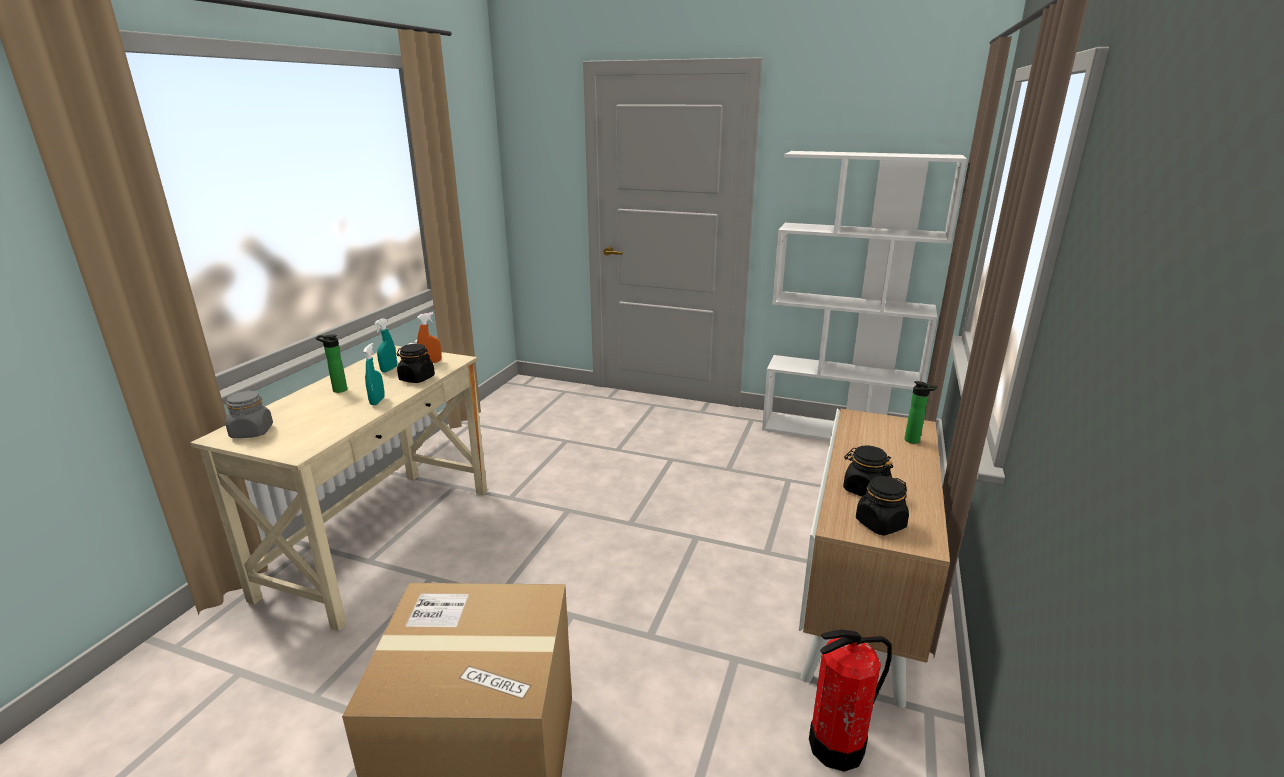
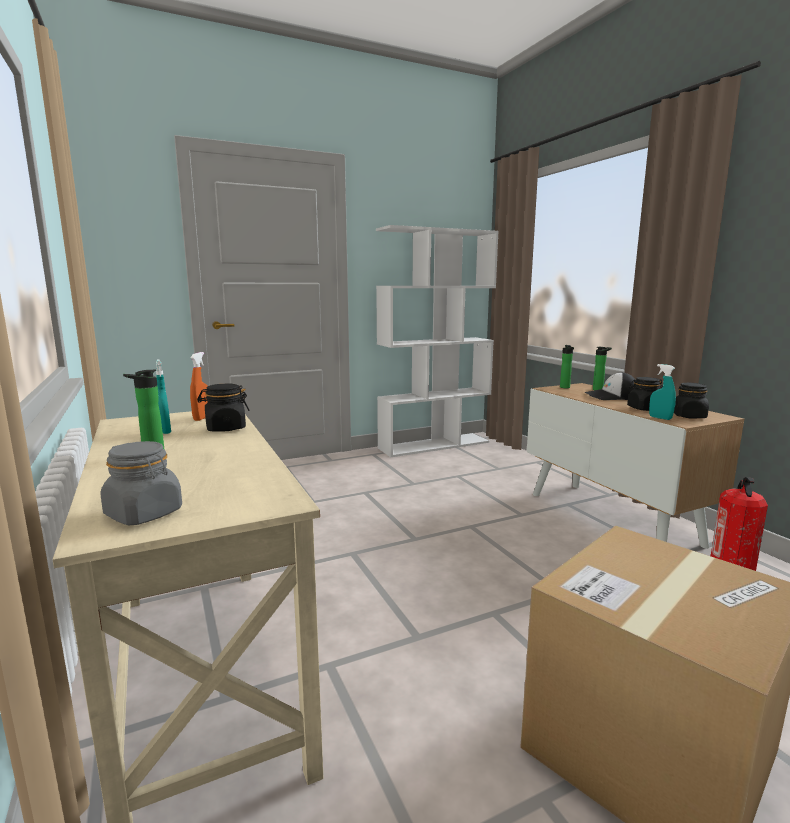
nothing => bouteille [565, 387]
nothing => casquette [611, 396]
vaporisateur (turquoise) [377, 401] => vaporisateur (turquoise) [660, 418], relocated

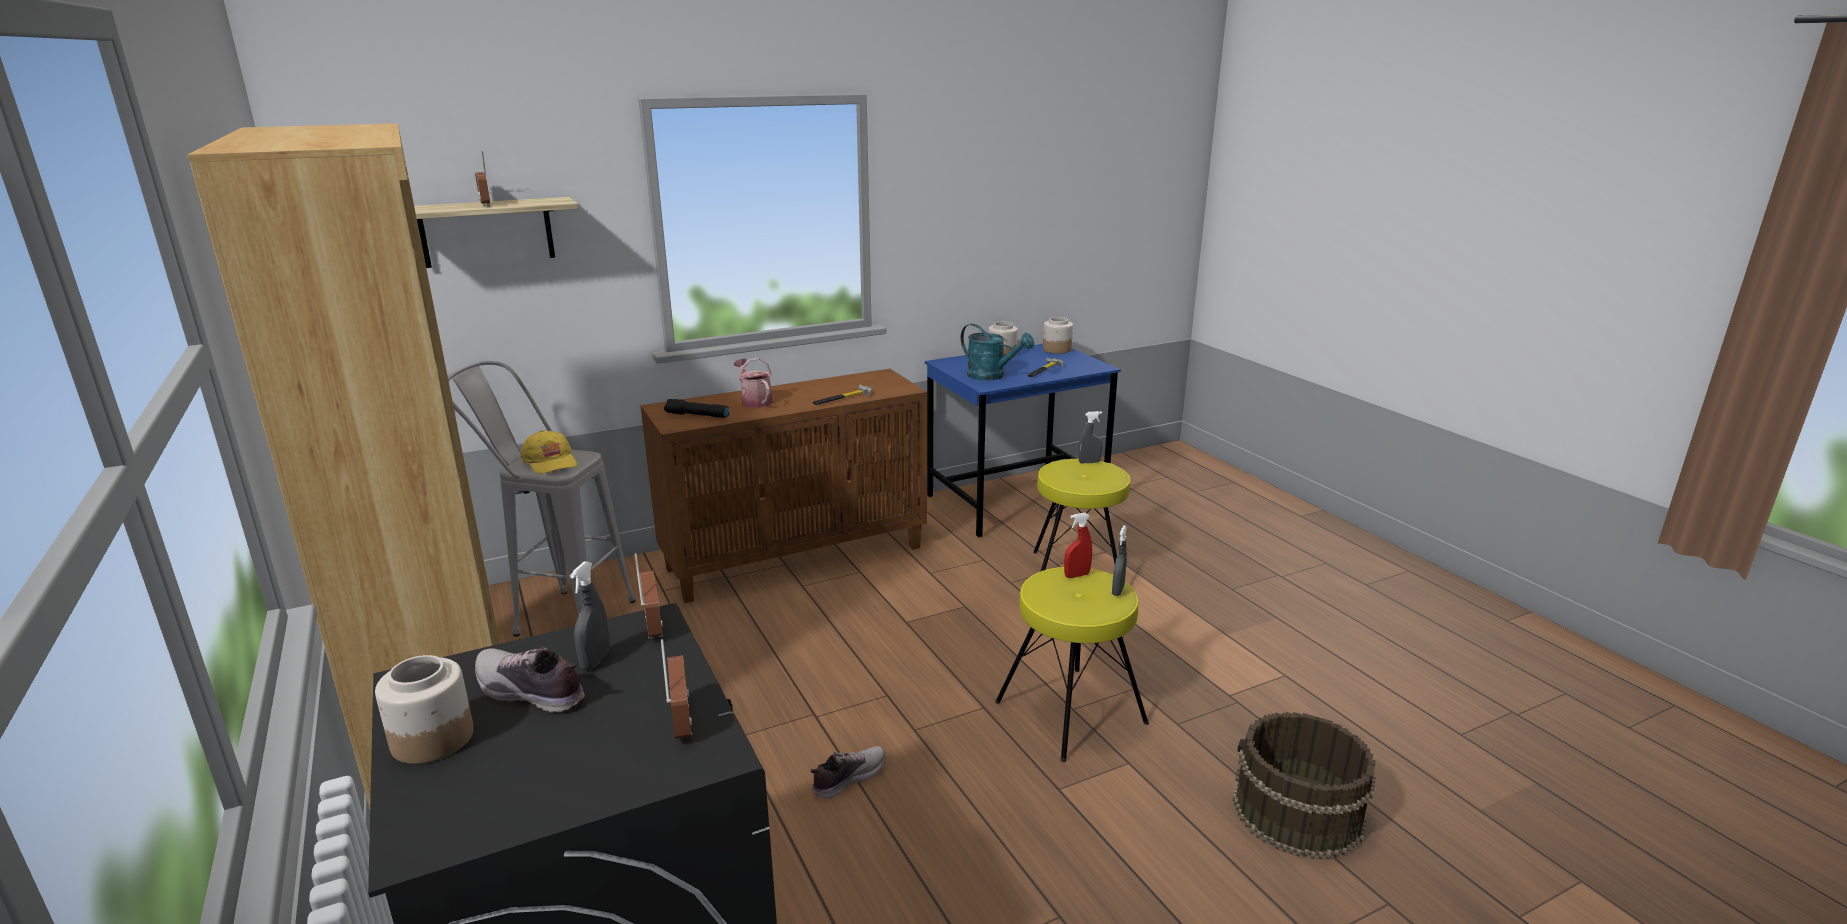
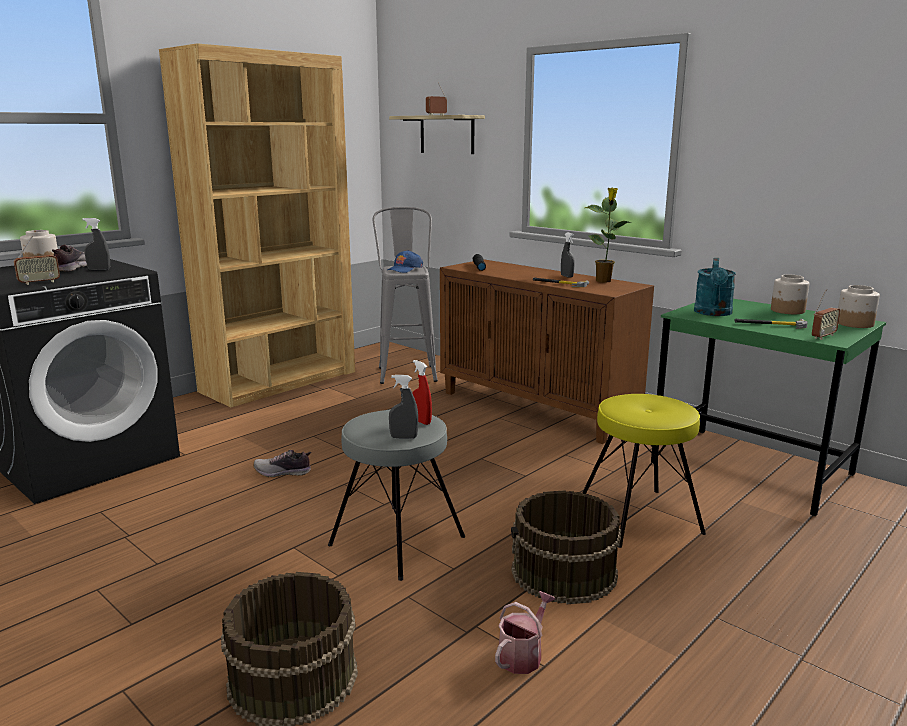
chaussure [847, 778] => chaussure [283, 472], 150 degrees clockwise
tabouret (jaune) [1070, 711] => tabouret (gris) [398, 540]
casquette (jaune) [550, 462] => casquette (bleu) [404, 269]
arrosoir [754, 401] => arrosoir [523, 655], relocated
nothing => seau (marron) [564, 573]
vaporisateur (gris) [1089, 462] => vaporisateur (gris) [567, 276], relocated
nothing => plante en pot [604, 281]
bureau (bleu) [1016, 501] => bureau (vert) [752, 469]
radio [652, 626] => radio [823, 336], relocated

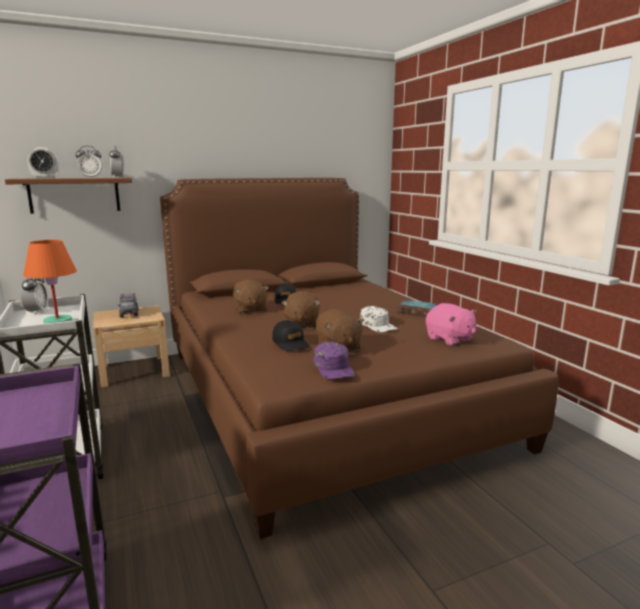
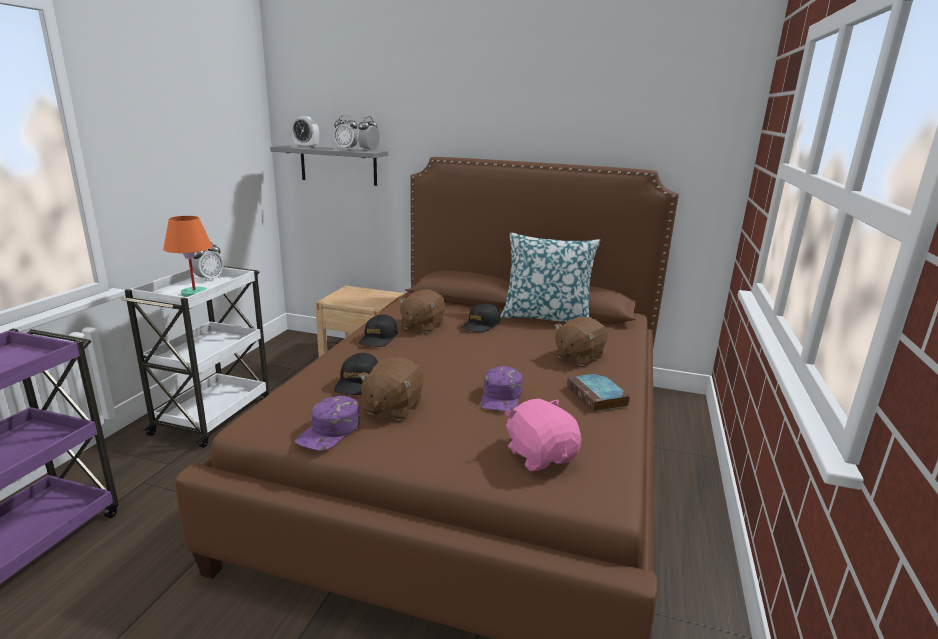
étagère (marron) [74, 195] => étagère (gris) [338, 165]
nothing => casquette (noir) [378, 338]
casquette (blanc) [378, 325] => casquette (violet) [501, 397]
nothing => coussin [546, 317]
peluche (rose) [449, 339] => peluche (rose) [540, 455], 150 degrees clockwise
peluche (marron) [301, 324] => peluche (marron) [578, 357], relocated
camion jouet [129, 314] => nothing

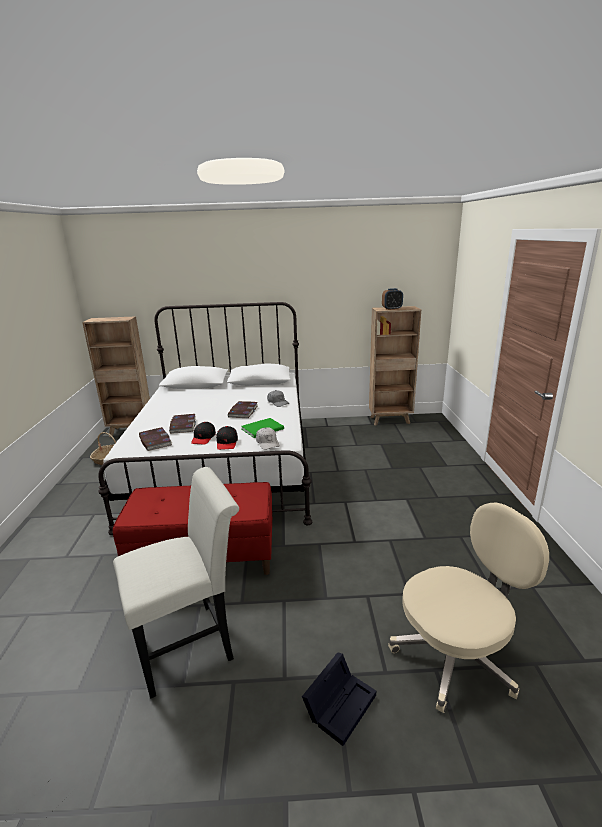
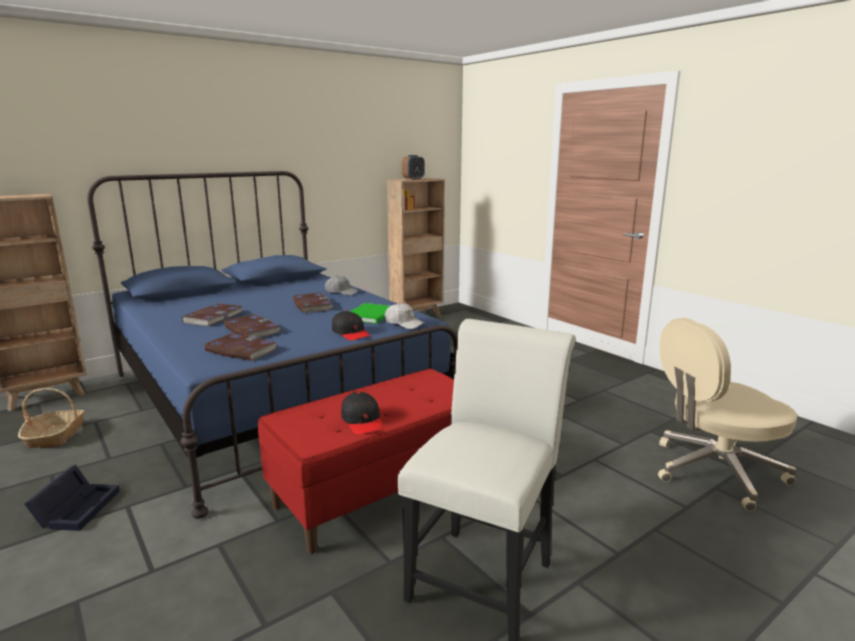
boîte de rangement (noir) [340, 703] => boîte de rangement (noir) [78, 507], relocated
lit (blanc) [226, 465] => lit (bleu) [273, 396]
nothing => livre [213, 317]
casquette (noir) [203, 438] => casquette (noir) [362, 421], relocated
chaise de bureau (beige) [456, 655] => chaise de bureau (beige) [714, 472], 135 degrees counterclockwise

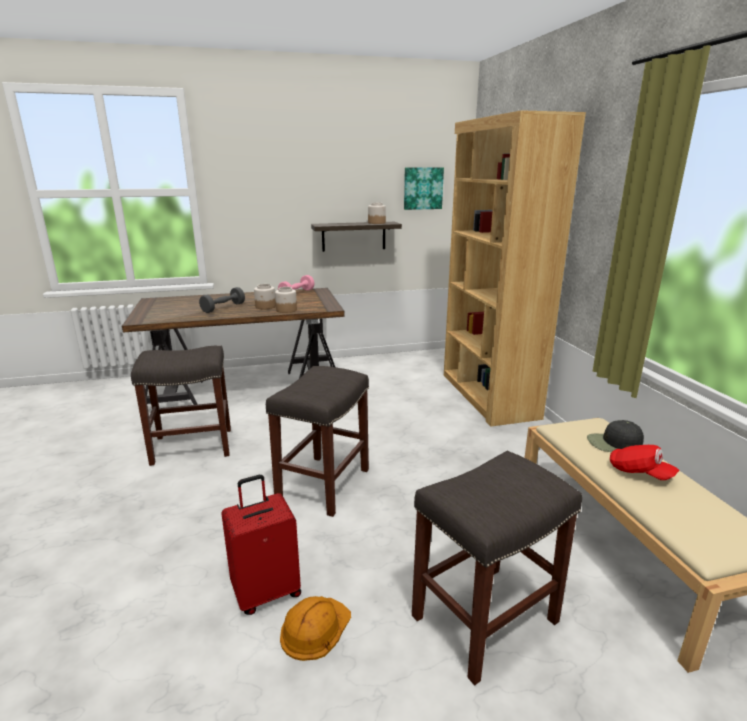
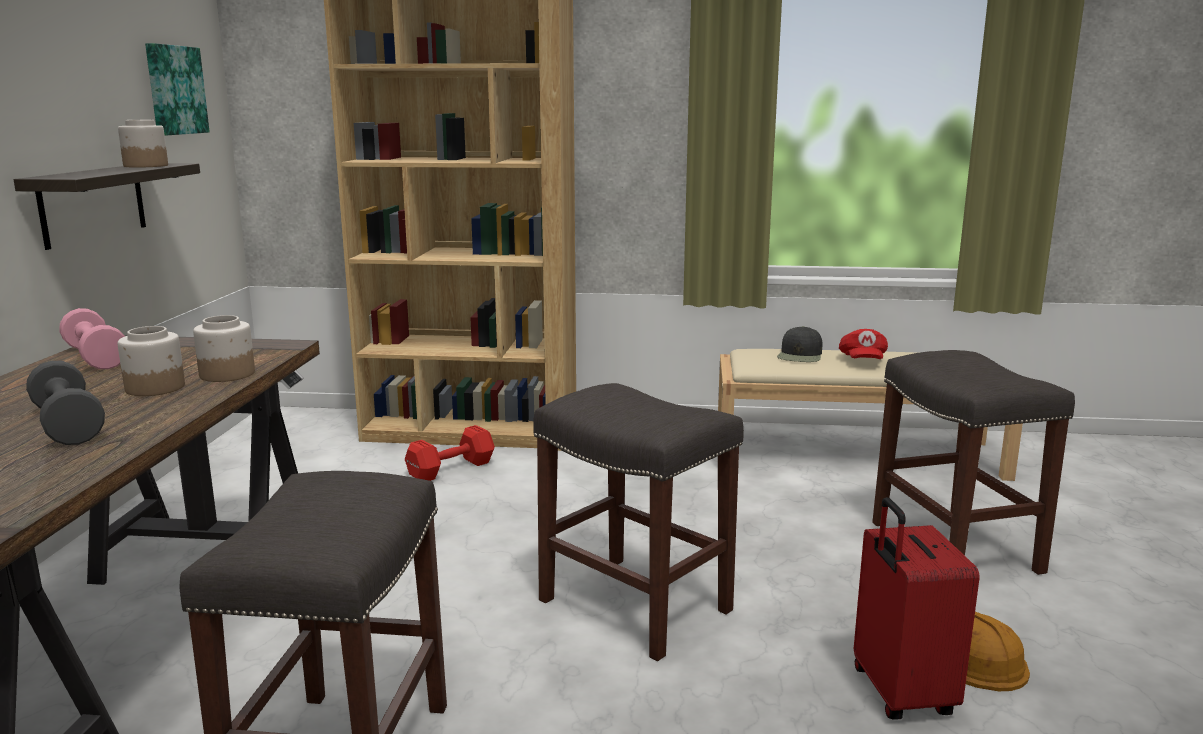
nothing => haltère (rouge) [449, 469]
casquette (rouge) [639, 473] => casquette (rouge) [862, 361], 120 degrees clockwise

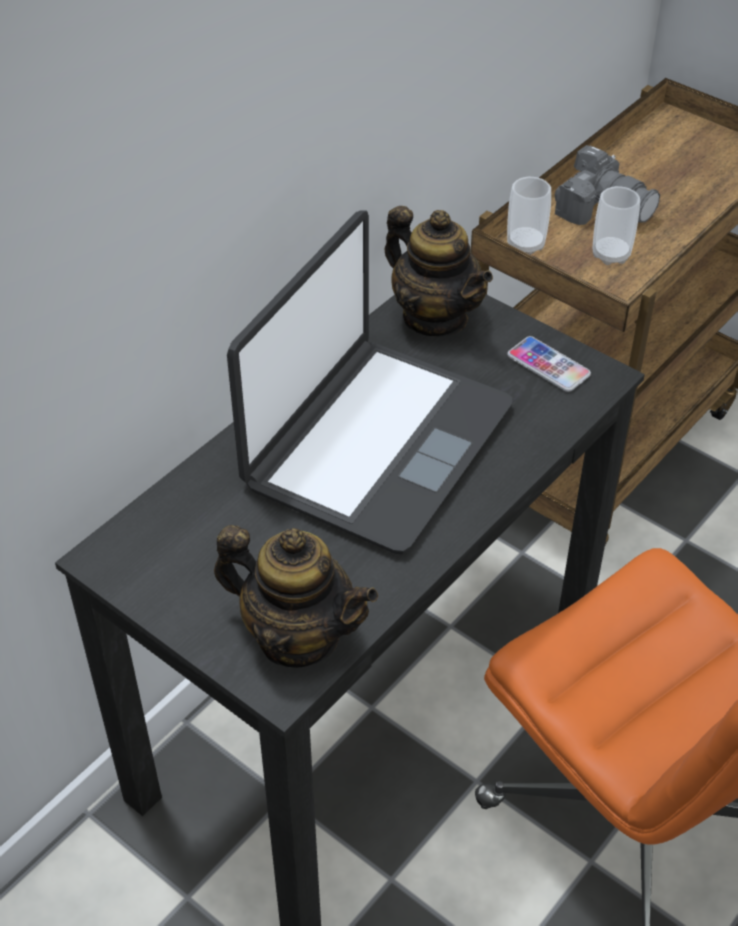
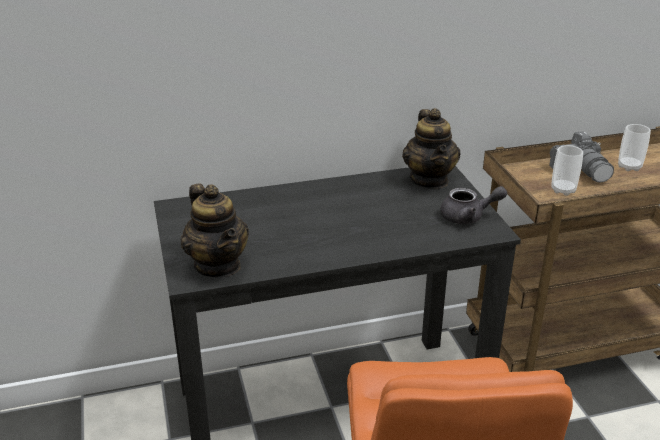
téléphone [548, 365] => théière (gris) [468, 217]
tasse [525, 245] => tasse [629, 167], relocated
ordinateur portable [376, 444] => nothing

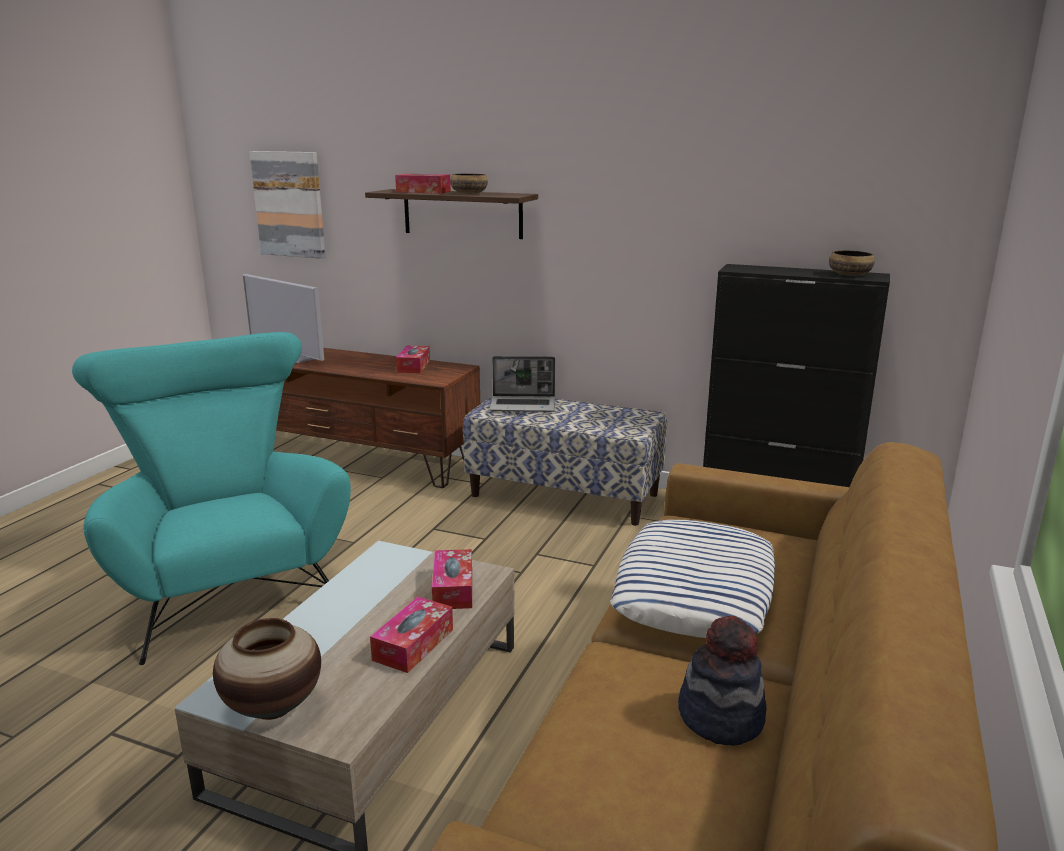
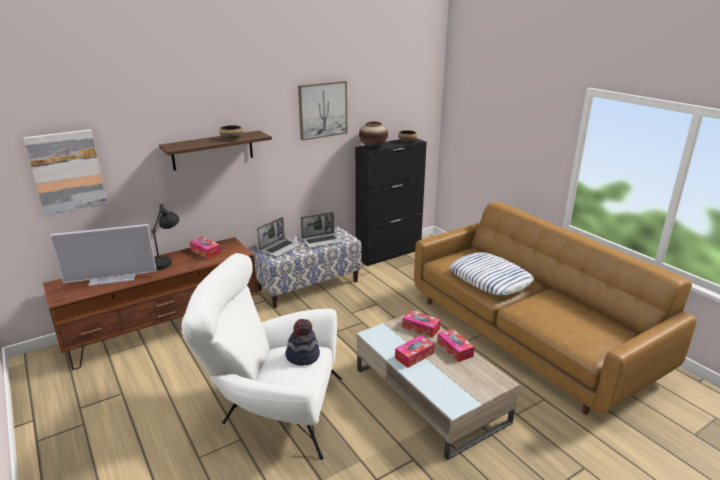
nothing => lampe de table (noir) [166, 260]
fauteuil (turquoise) [229, 585] => fauteuil (blanc) [273, 410]
chapeau [720, 717] => chapeau [303, 356], relocated
nothing => tableau [322, 110]
nothing => ordinateur portable [322, 241]
vase [273, 707] => vase [373, 147], relocated
boîte à mouchoirs [423, 192] => boîte à mouchoirs [414, 356], relocated

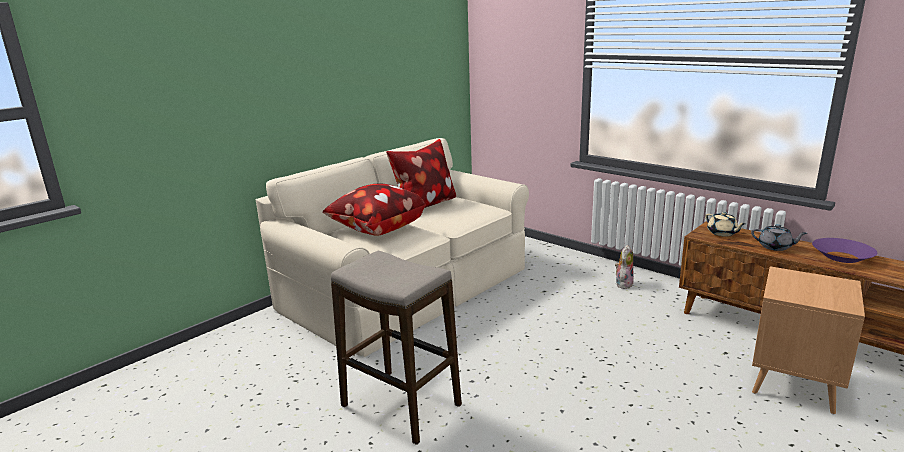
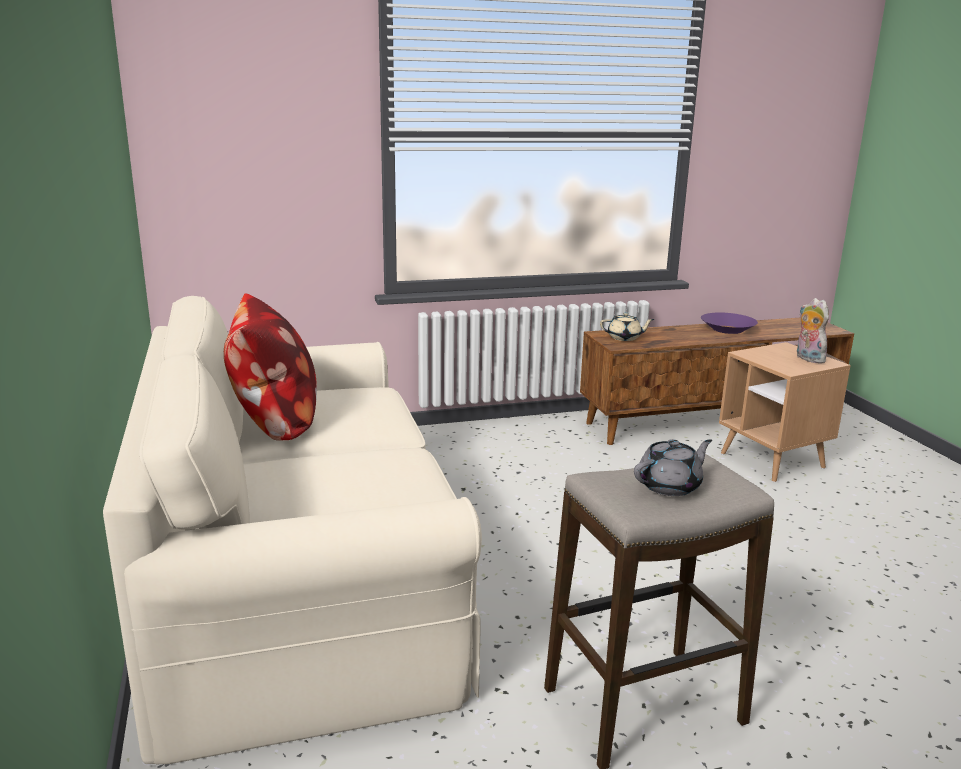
théière (gris) [775, 247] => théière (gris) [670, 486], relocated
peluche [623, 284] => peluche [807, 358], relocated
coussin [376, 229] => nothing

